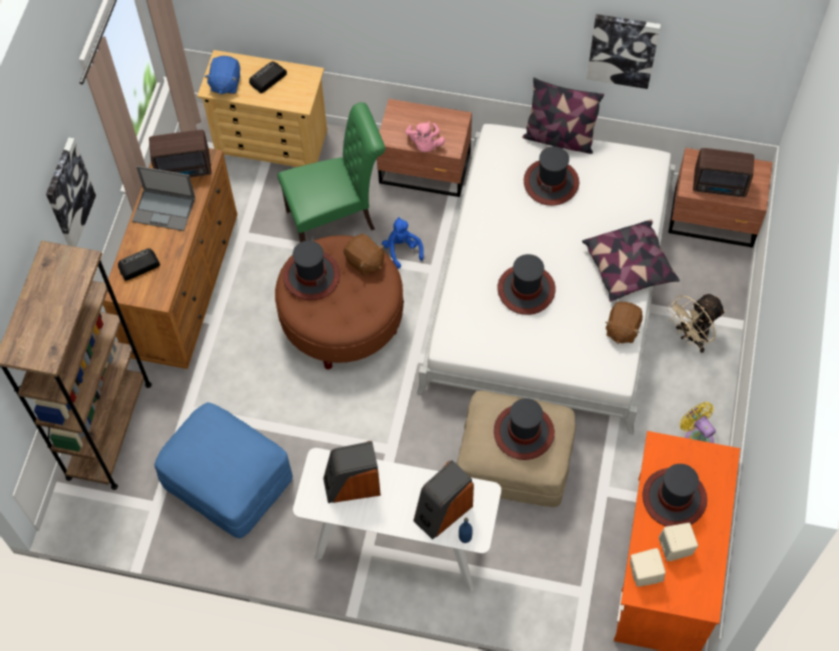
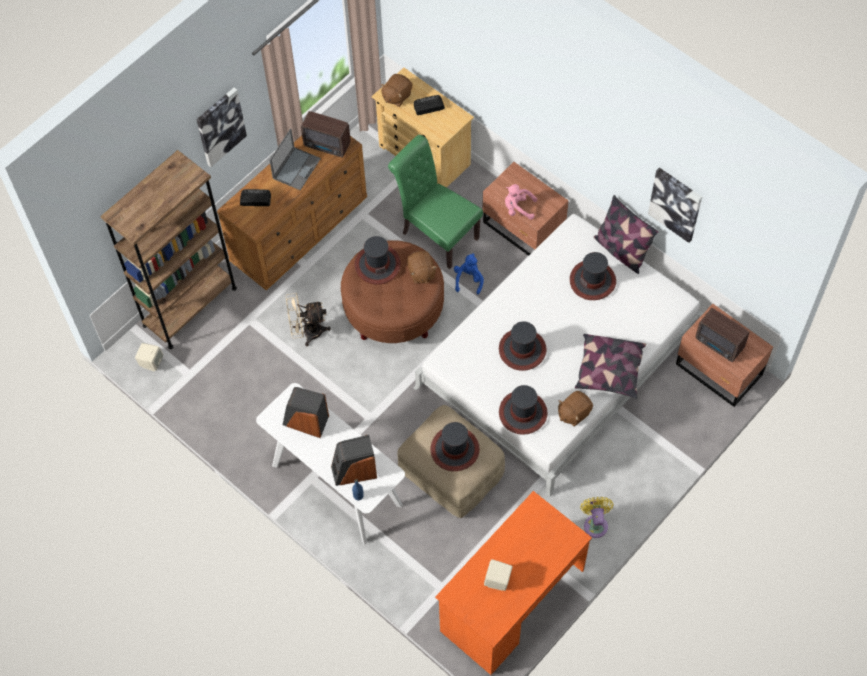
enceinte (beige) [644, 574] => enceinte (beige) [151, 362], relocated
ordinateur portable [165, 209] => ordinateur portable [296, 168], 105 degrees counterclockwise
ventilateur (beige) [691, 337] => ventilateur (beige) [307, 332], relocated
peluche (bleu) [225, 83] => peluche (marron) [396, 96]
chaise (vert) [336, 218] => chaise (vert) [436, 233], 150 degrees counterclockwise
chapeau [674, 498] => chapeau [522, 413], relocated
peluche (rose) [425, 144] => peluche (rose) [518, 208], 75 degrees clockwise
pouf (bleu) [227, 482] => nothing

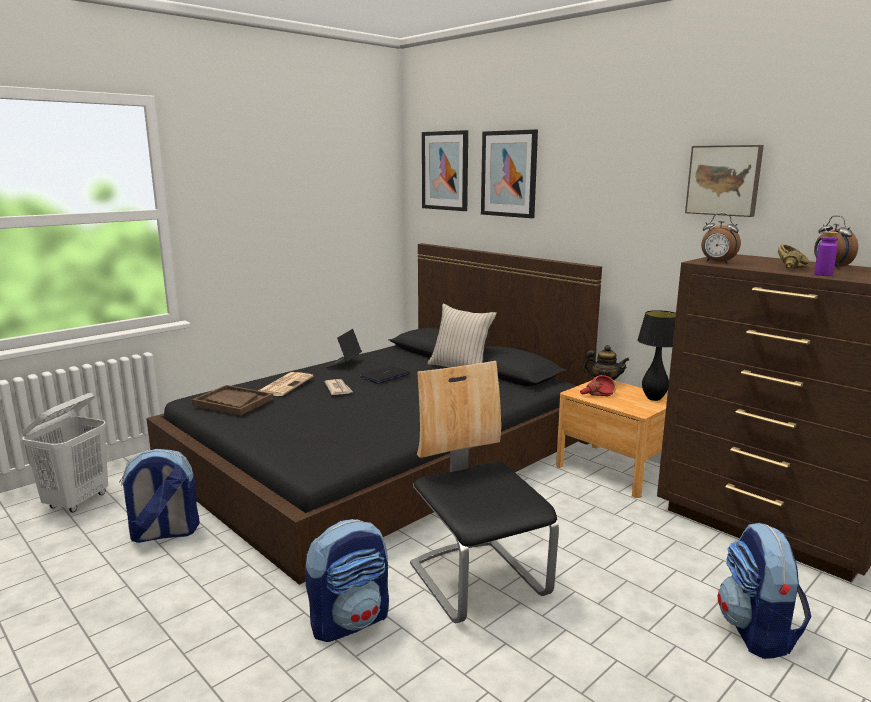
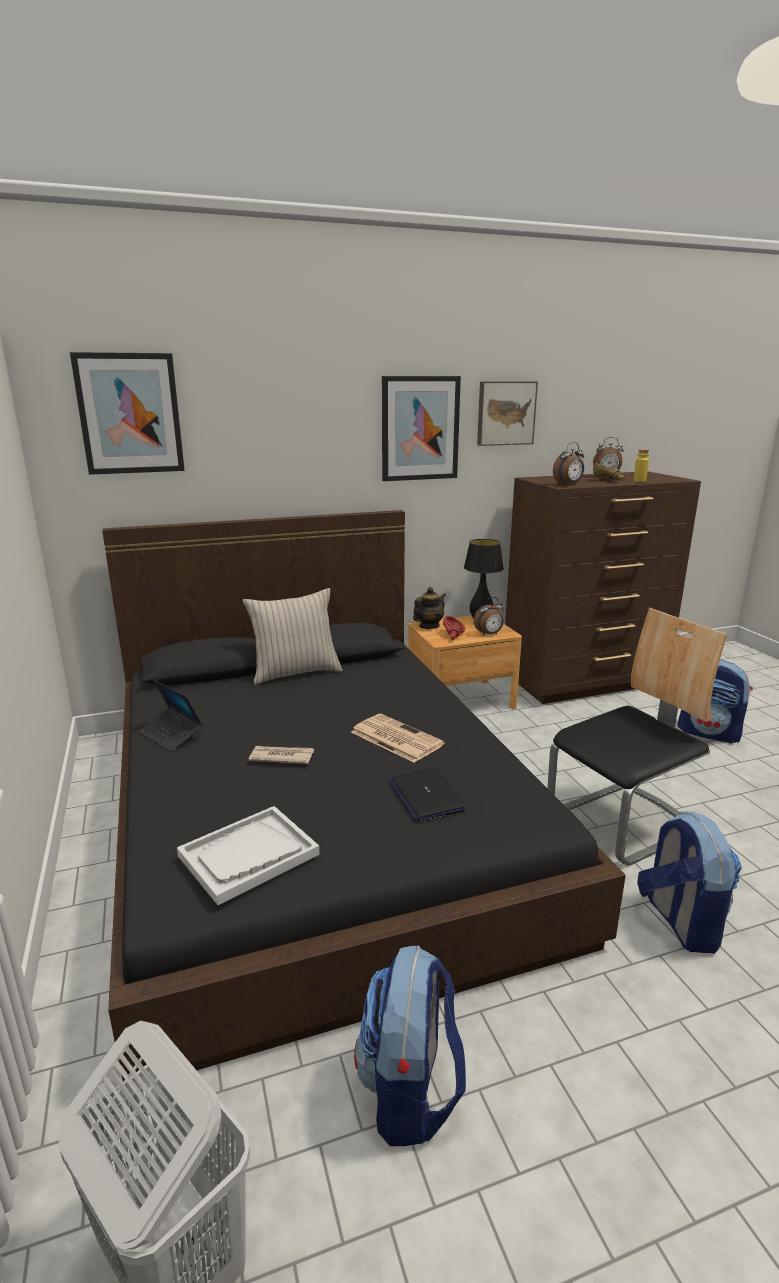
plateau (marron) [233, 402] => plateau (blanc) [248, 856]
journal [285, 385] => journal [395, 738], relocated
tableau [509, 174] => tableau [420, 428], relocated
ordinateur portable [385, 376] => ordinateur portable [426, 795], relocated
nothing => réveil [489, 634]
chaise [478, 580] => chaise [623, 823], 150 degrees clockwise
bouteille (violet) [823, 274] => bouteille (jaune) [639, 481]

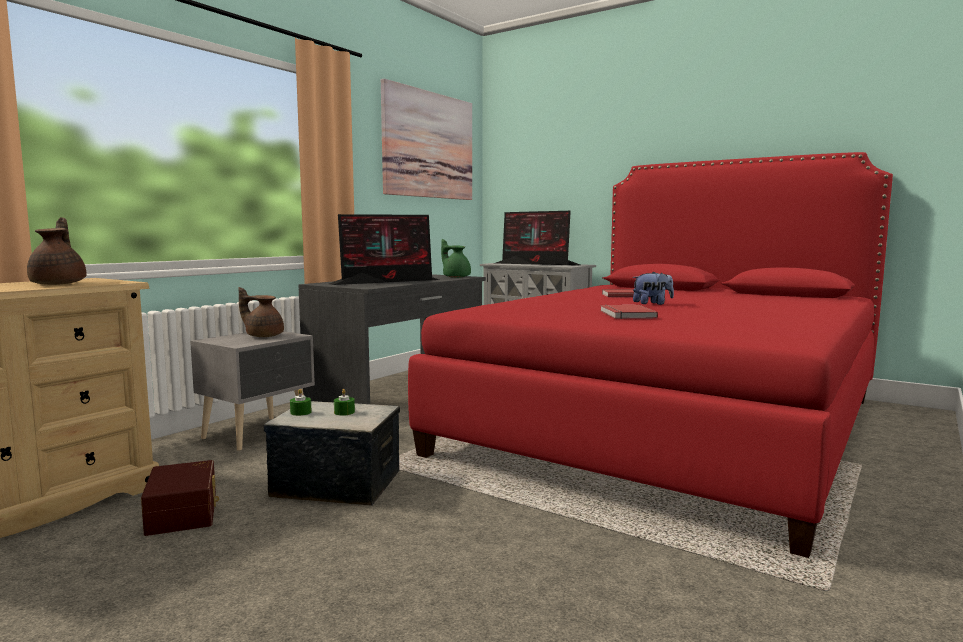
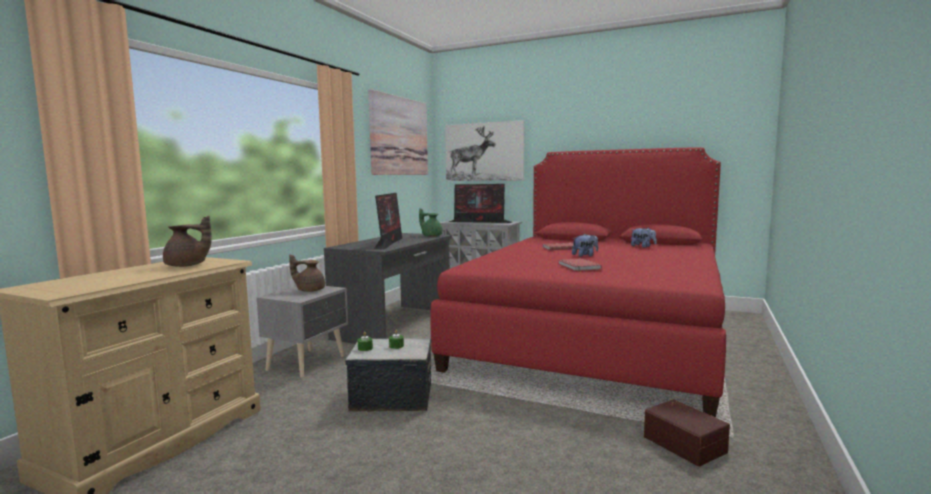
théière (marron) [60, 284] => théière (marron) [187, 266], 120 degrees clockwise
écran d'ordinateur [388, 281] => écran d'ordinateur [388, 243], 45 degrees counterclockwise
nothing => tableau [484, 152]
nothing => peluche [643, 246]
boîte de rangement (marron) [185, 512] => boîte de rangement (marron) [685, 443], relocated

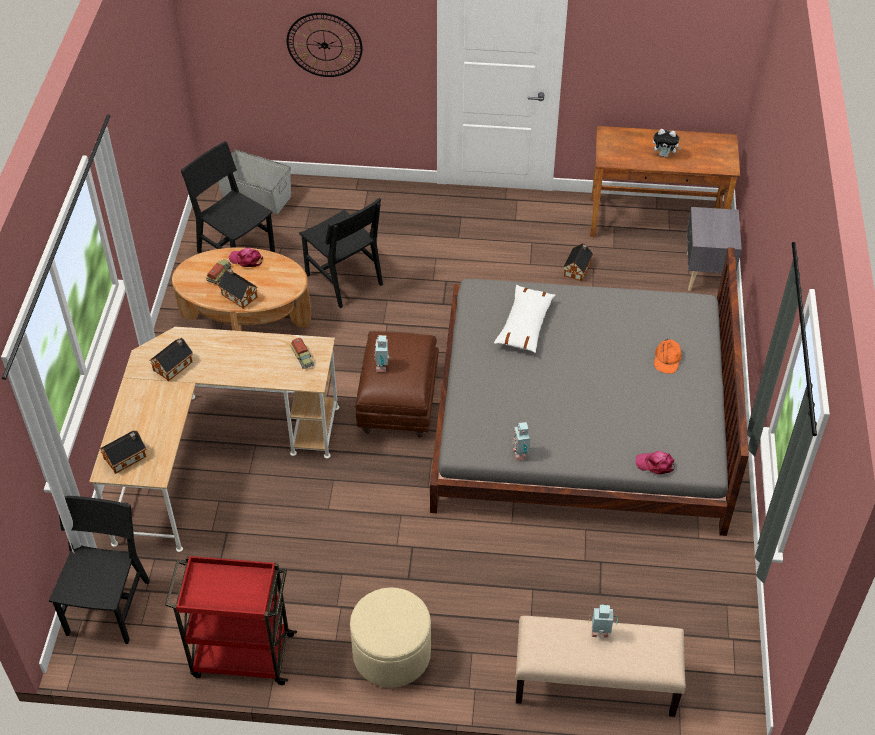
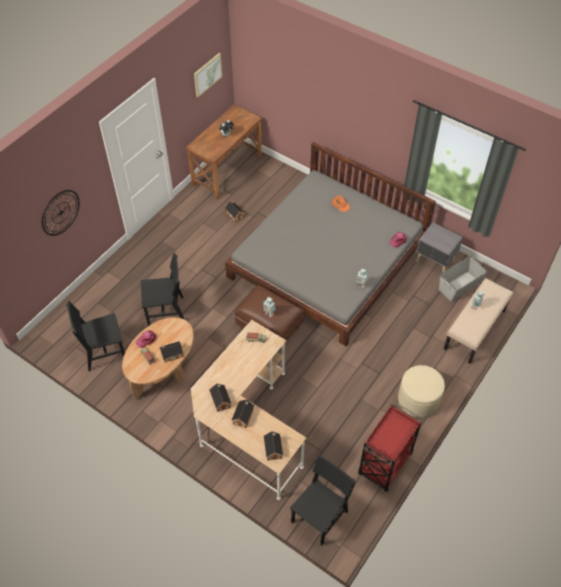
nothing => tableau [207, 74]
nothing => maison miniature [243, 416]
chaise (noir) [108, 607] => chaise (noir) [320, 516], 90 degrees clockwise
table de chevet (gris) [705, 274] => table de chevet (gris) [435, 262], relocated
boîte de rangement (gris) [256, 196] => boîte de rangement (gris) [459, 286], relocated
coussin (blanc) [525, 325] => nothing

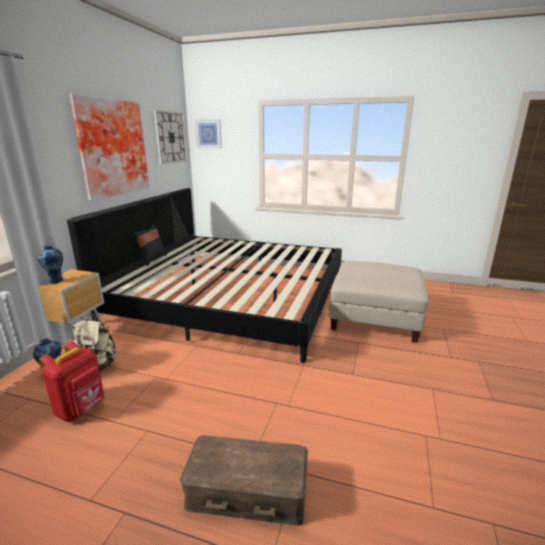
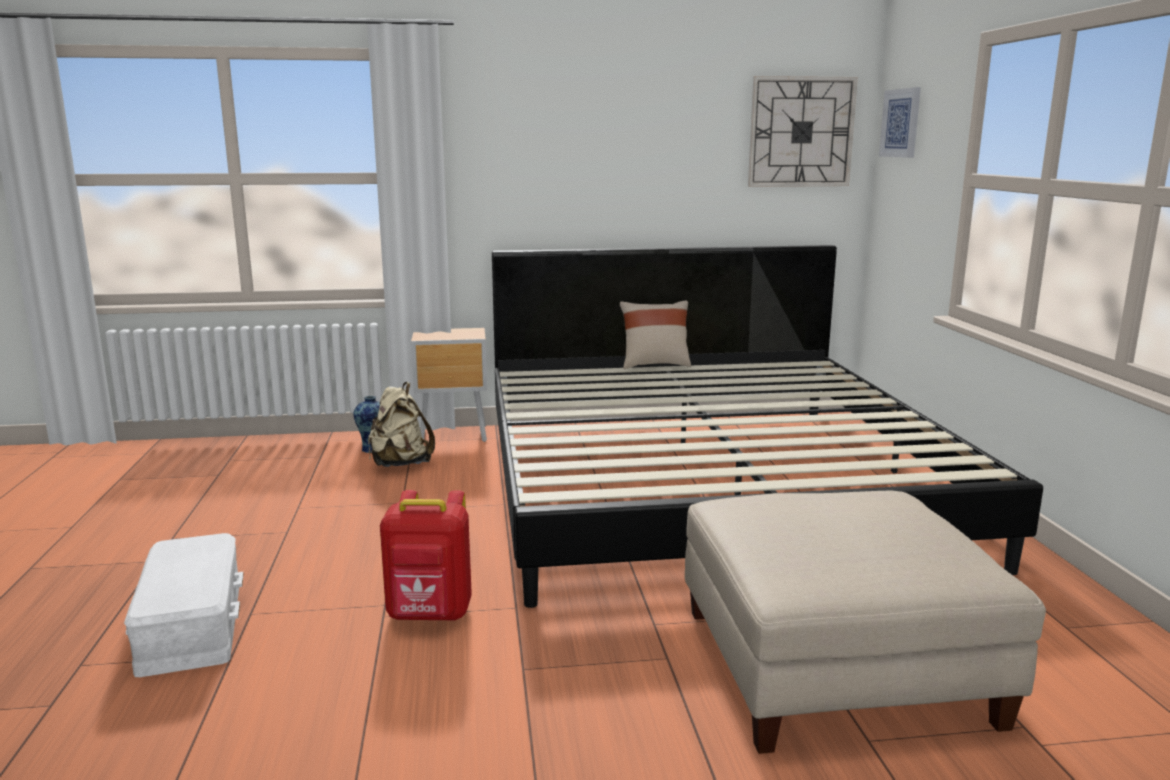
boîte de rangement (marron) [247, 489] => boîte de rangement (blanc) [193, 623]
sac à dos (rouge) [82, 409] => sac à dos (rouge) [430, 615], relocated
coussin (noir) [151, 260] => coussin (beige) [654, 364]
vase [55, 281] => nothing
tableau [111, 148] => nothing

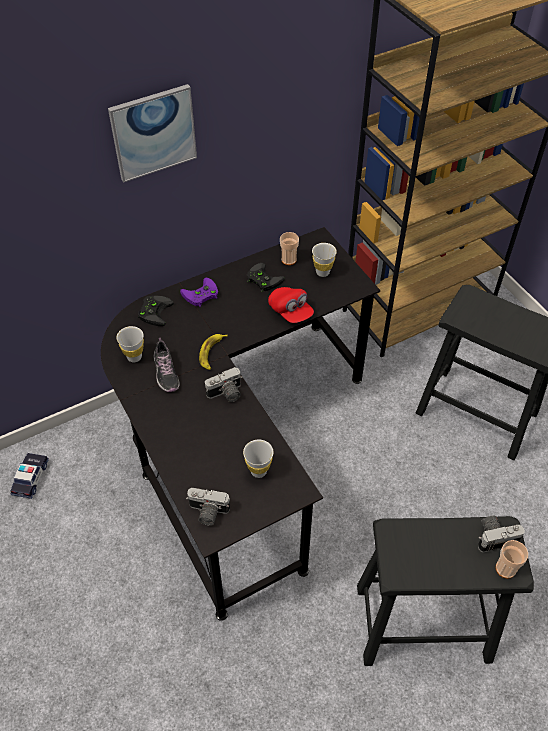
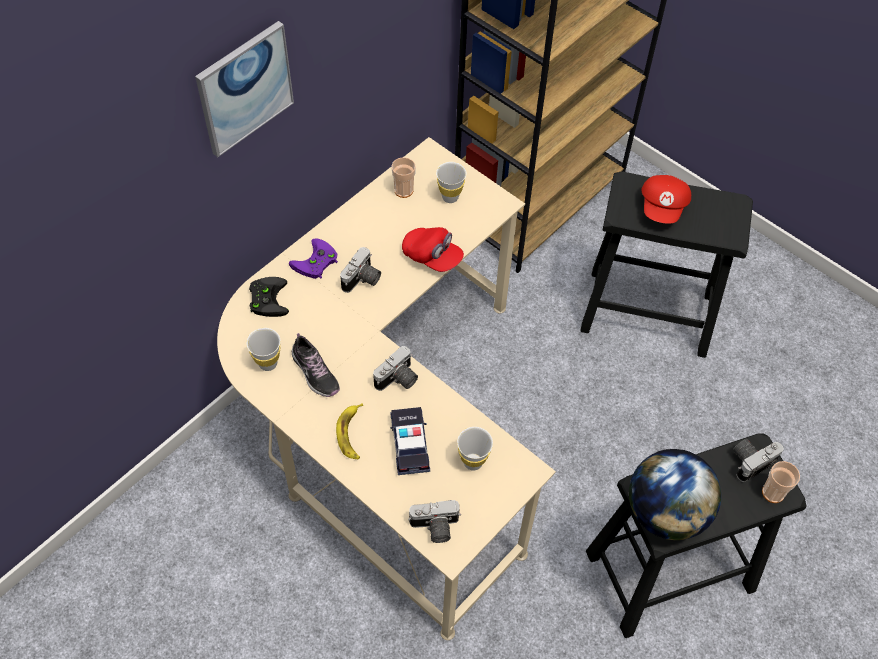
bureau (noir) [236, 443] => bureau (beige) [387, 426]
banane [212, 353] => banane [351, 434], relocated
nothing => appareil photo [362, 280]
petite voiture [31, 478] => petite voiture [410, 444], relocated
nothing => globe [666, 512]
nothing => casquette (rouge) [663, 207]
manette (noir) [262, 279] => nothing

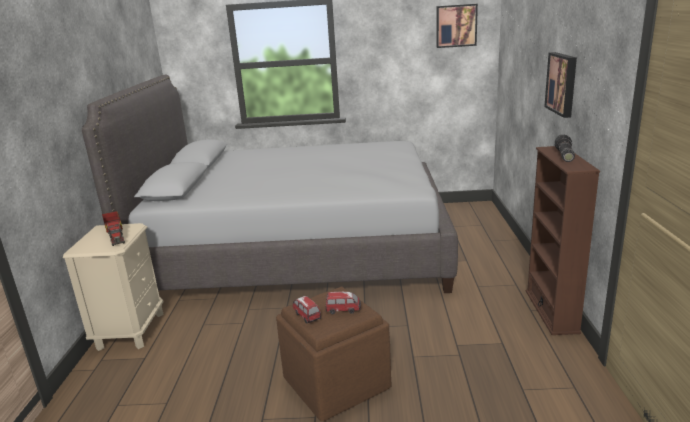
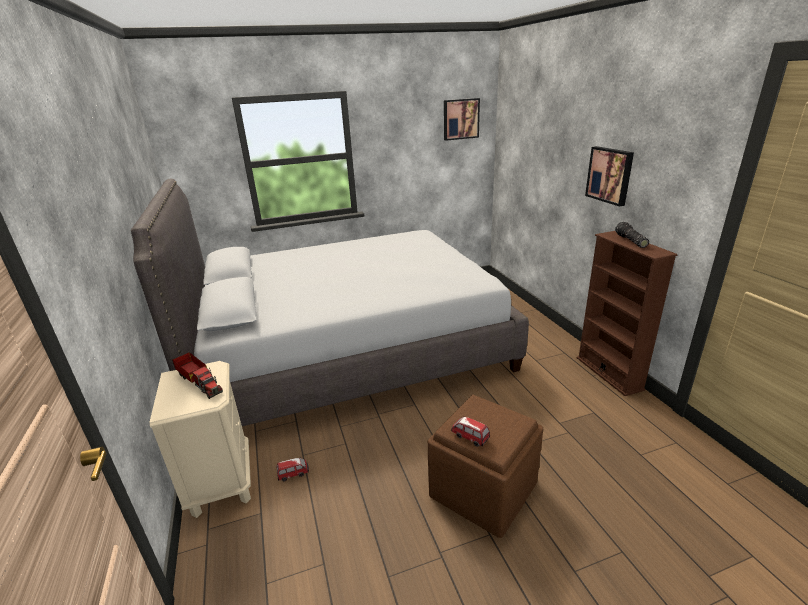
petite voiture [343, 310] => petite voiture [293, 474], relocated

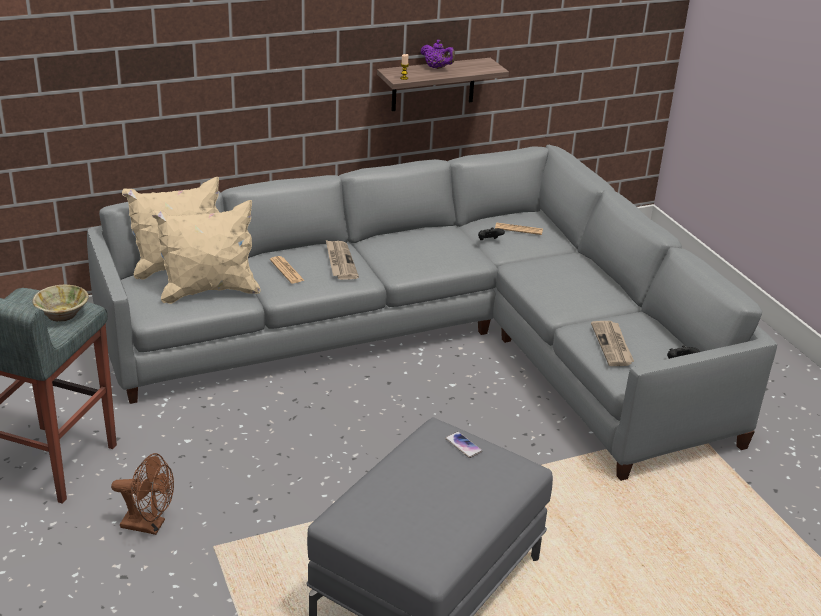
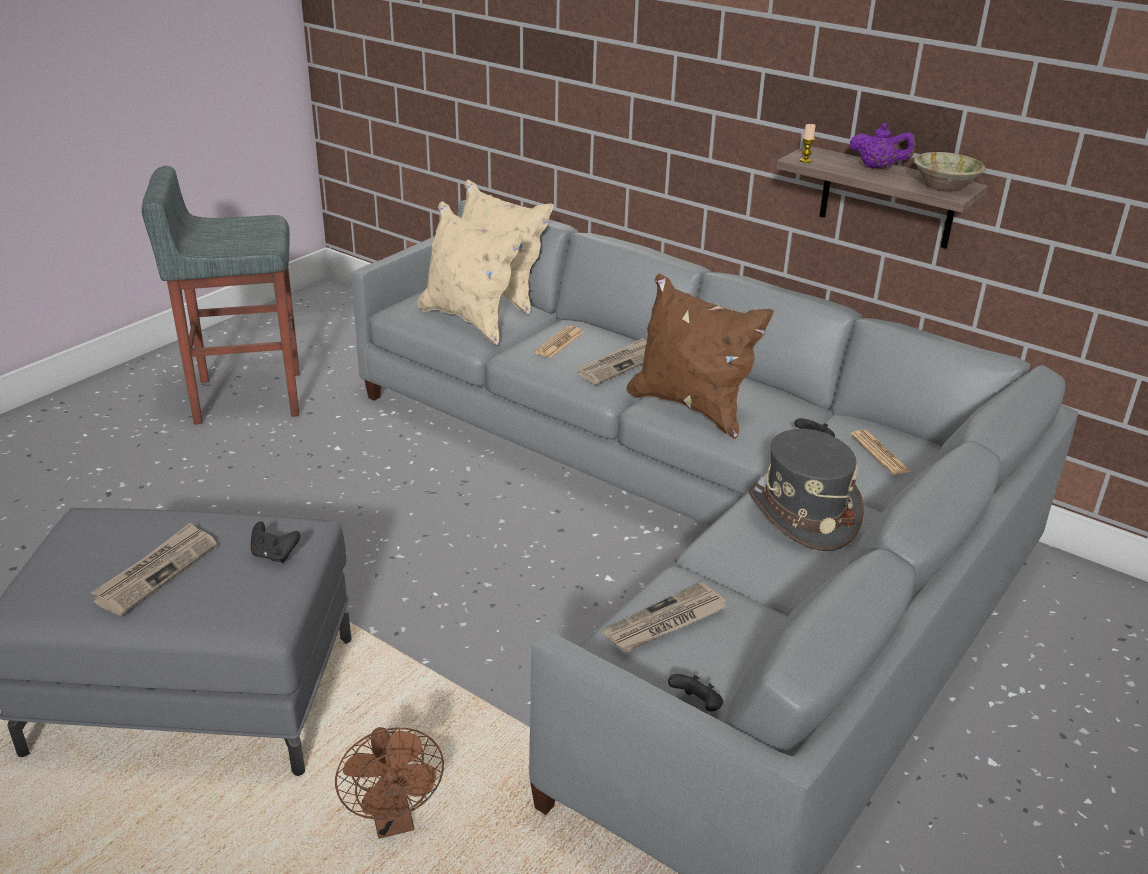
nothing => journal [156, 571]
téléphone [463, 445] => manette (noir) [274, 555]
ventilateur (marron) [149, 525] => ventilateur (marron) [394, 820], relocated
nothing => coussin (marron) [691, 407]
nothing => chapeau (gris) [802, 514]
théière (violet) [437, 68] => théière (violet) [878, 168], 75 degrees counterclockwise
bol (beige) [63, 313] => bol (beige) [945, 186], relocated

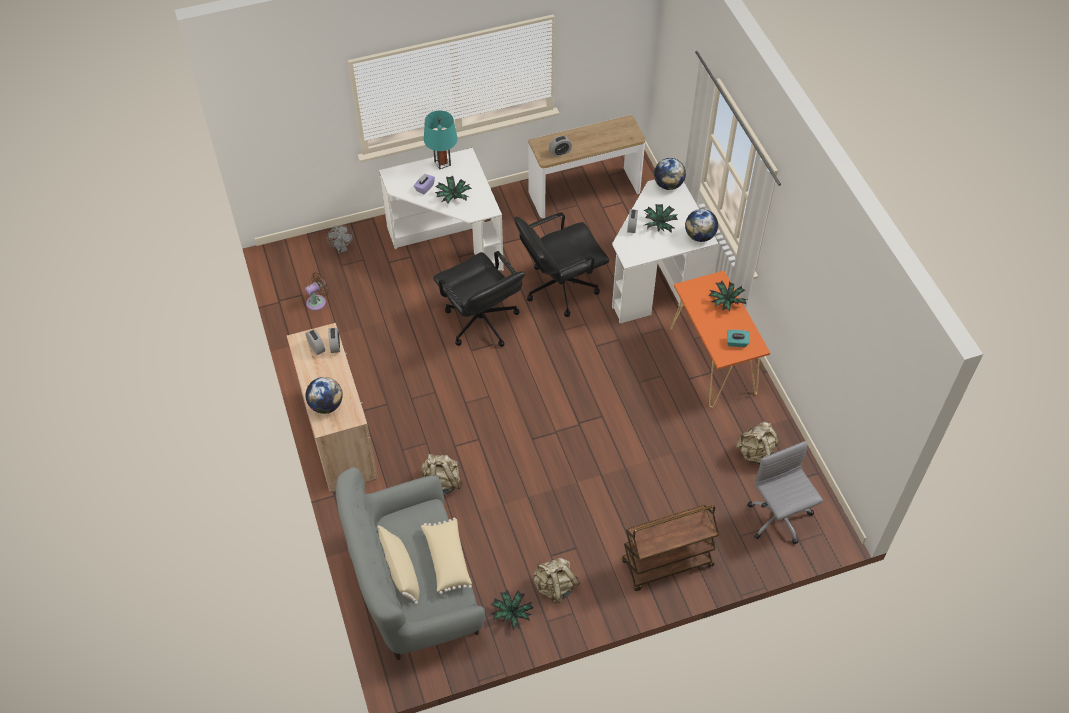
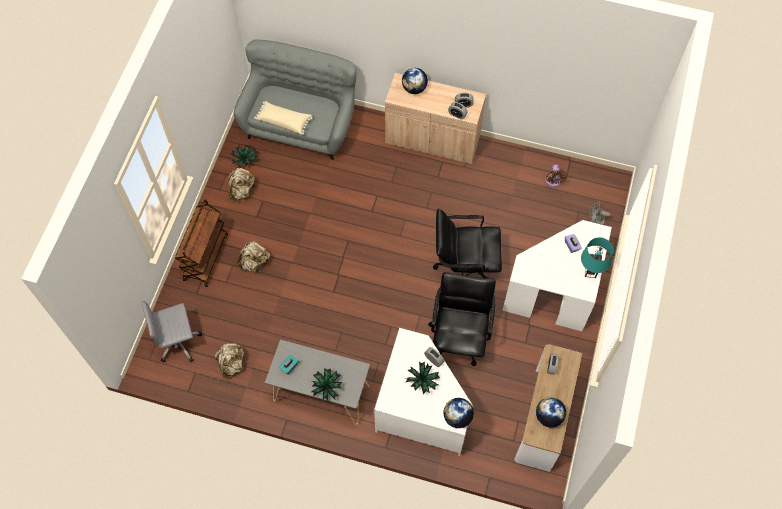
chaise de bureau (gris) [779, 519] => chaise de bureau (gris) [179, 341], 150 degrees clockwise
sac à dos (beige) [441, 482] => sac à dos (beige) [254, 262], relocated
table console (orange) [713, 361] => table console (gris) [321, 393]
globe [699, 236] => globe [549, 416], relocated
coussin (beige) [400, 571] => nothing
plante en pot [453, 197] => nothing

